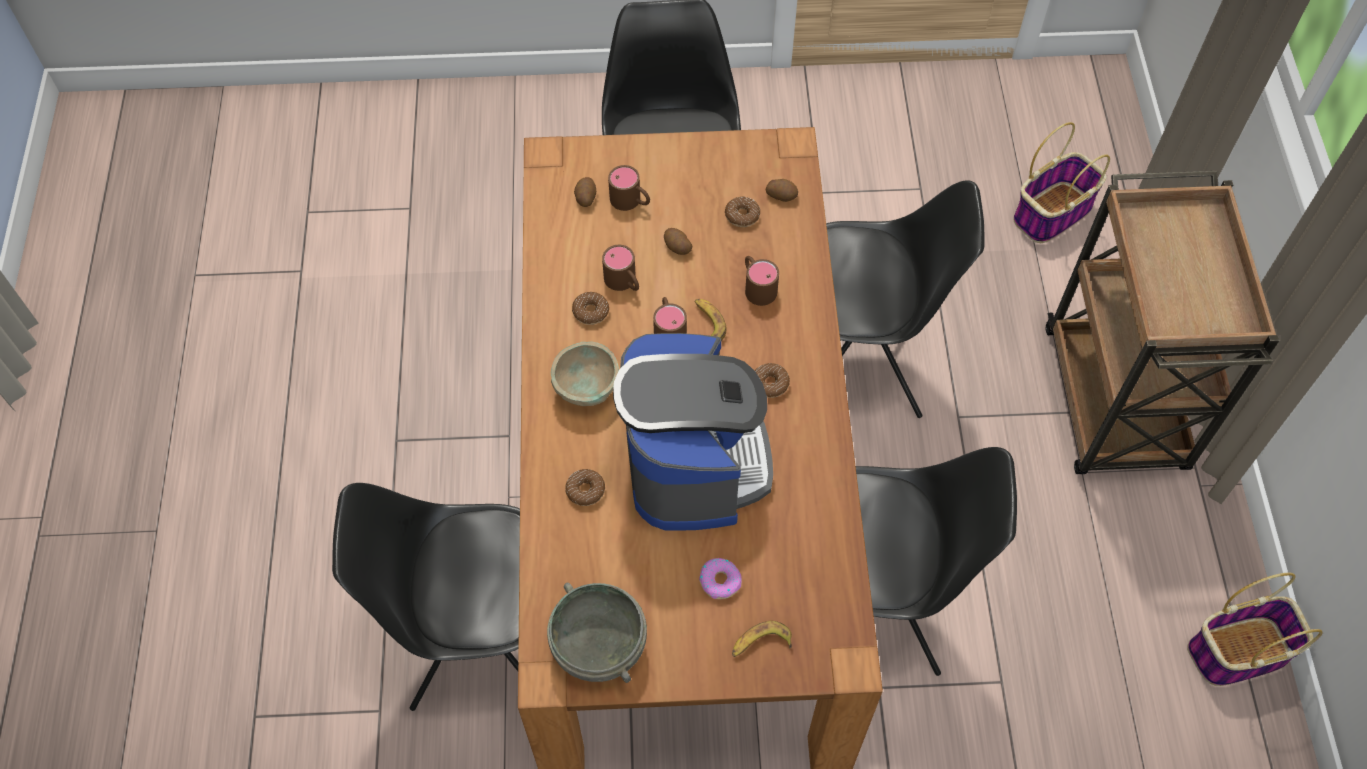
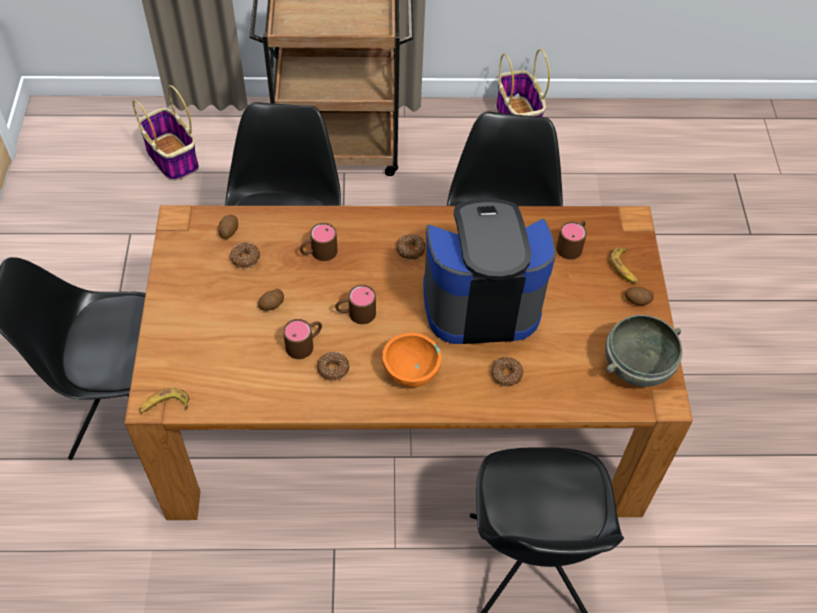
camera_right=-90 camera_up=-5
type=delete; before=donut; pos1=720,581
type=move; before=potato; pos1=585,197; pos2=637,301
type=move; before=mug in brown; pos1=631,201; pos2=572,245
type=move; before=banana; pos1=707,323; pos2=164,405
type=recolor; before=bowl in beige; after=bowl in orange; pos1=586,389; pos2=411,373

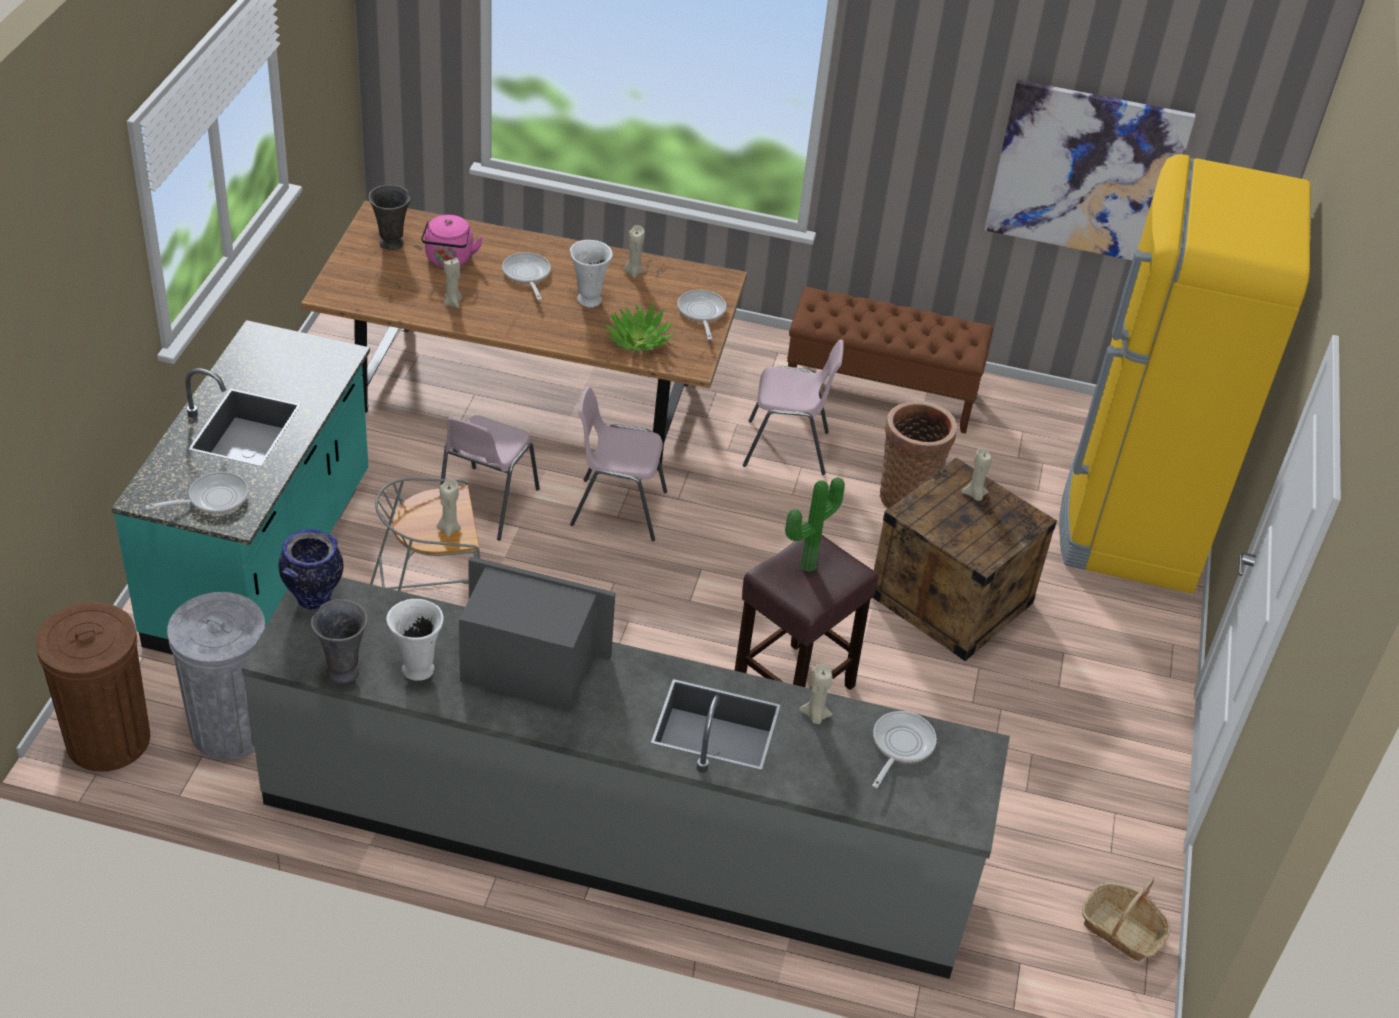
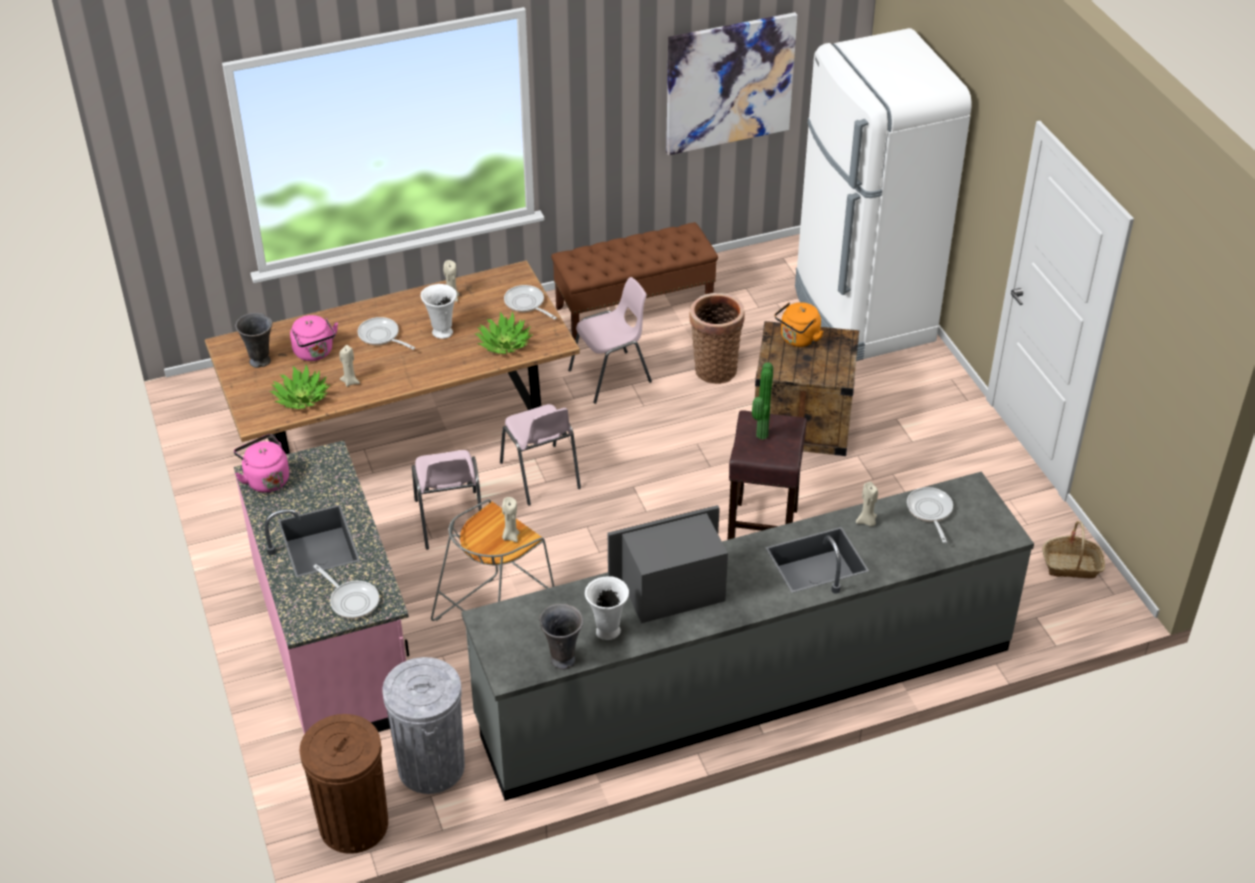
camera_right=-30 camera_up=0
type=delete; before=vase; pos1=314,598
type=insert; after=kettle in pink; pos2=265,479
type=insert; after=potted plant; pos2=301,398
type=replace; before=candle in beige; after=kettle in orange; pos1=975,495; pos2=798,339
type=recolor; before=counter in turquoise; after=counter in pink; pos1=264,561; pos2=335,645
type=recolor; before=fridge in yellow; after=fridge in white; pos1=1130,523; pos2=862,315
type=rotate; before=frying pan; pos1=213,499; pos2=352,600; turn=105
type=rotate; before=chair in pink; pos1=617,508; pos2=540,476; turn=-90

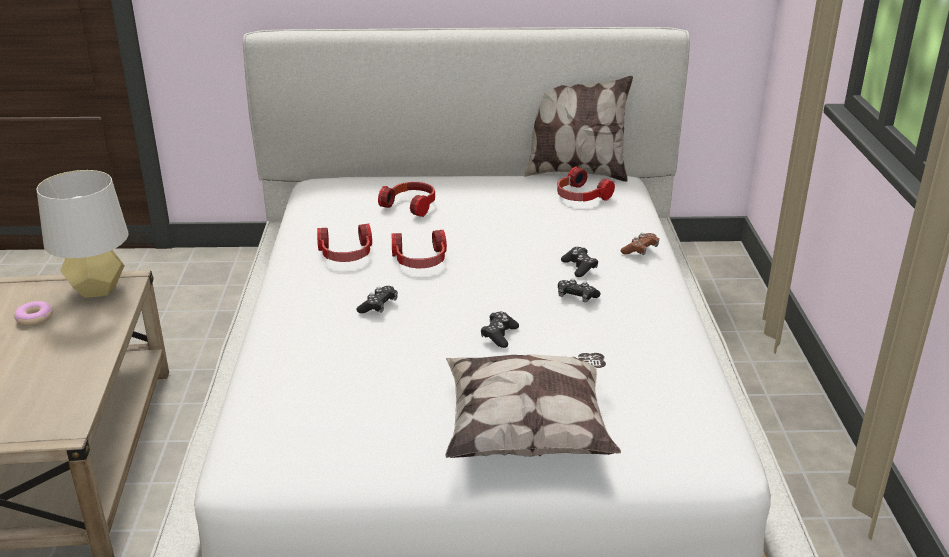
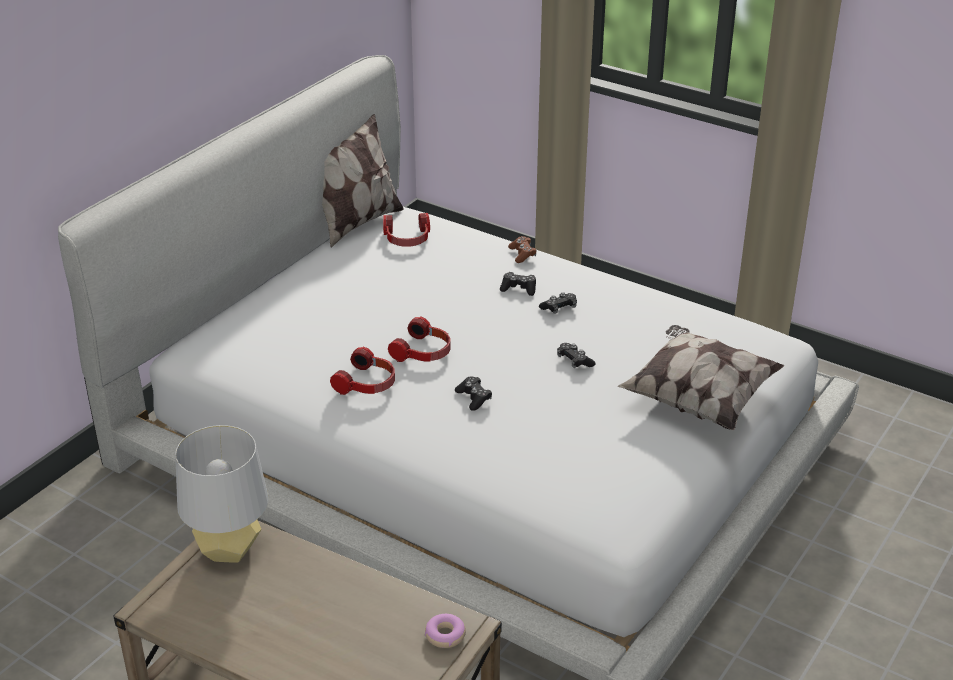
camera_right=-55 camera_up=5
type=delete; before=headphones; pos1=411,205
type=move; before=donut; pos1=34,318; pos2=445,635

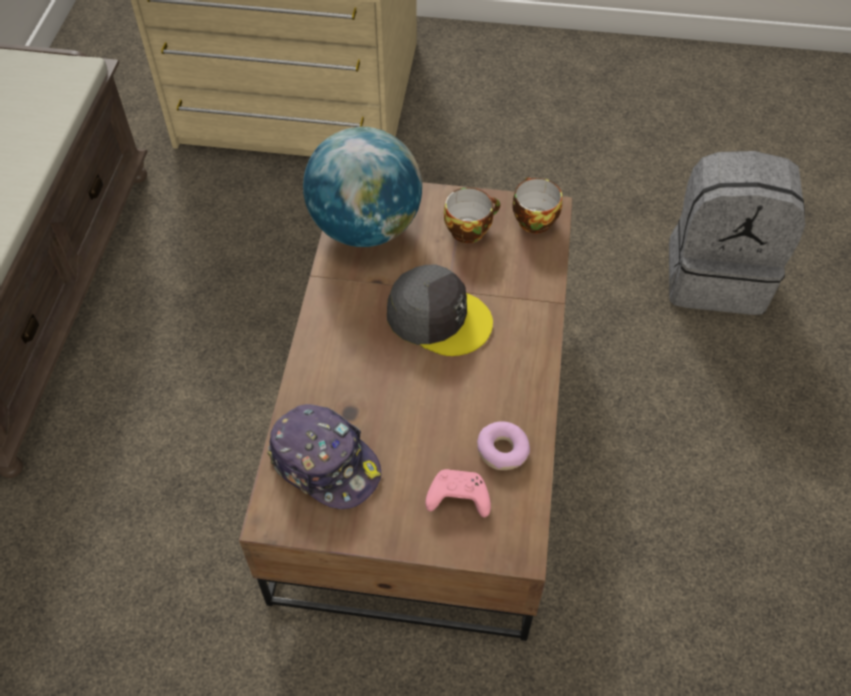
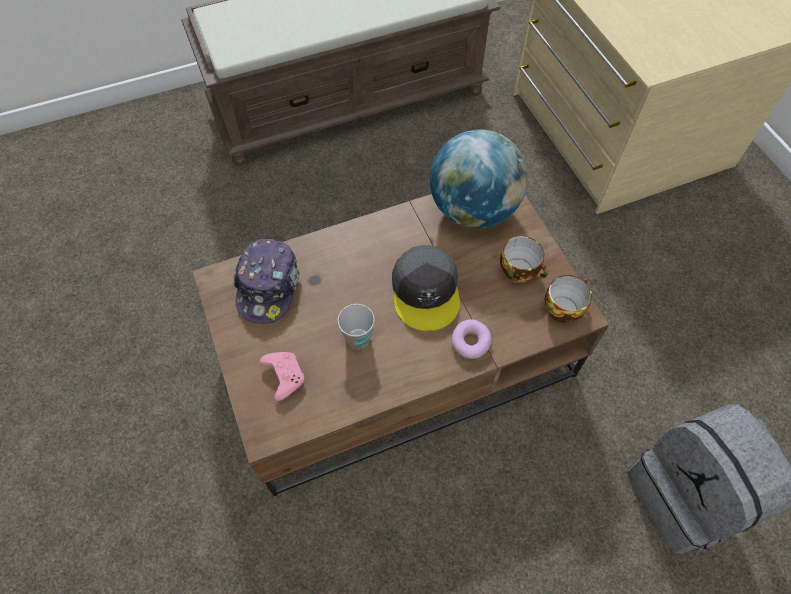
camera_right=60 camera_up=5
type=insert; after=cup; pos2=358,339
type=move; before=donut; pos1=502,450; pos2=470,342

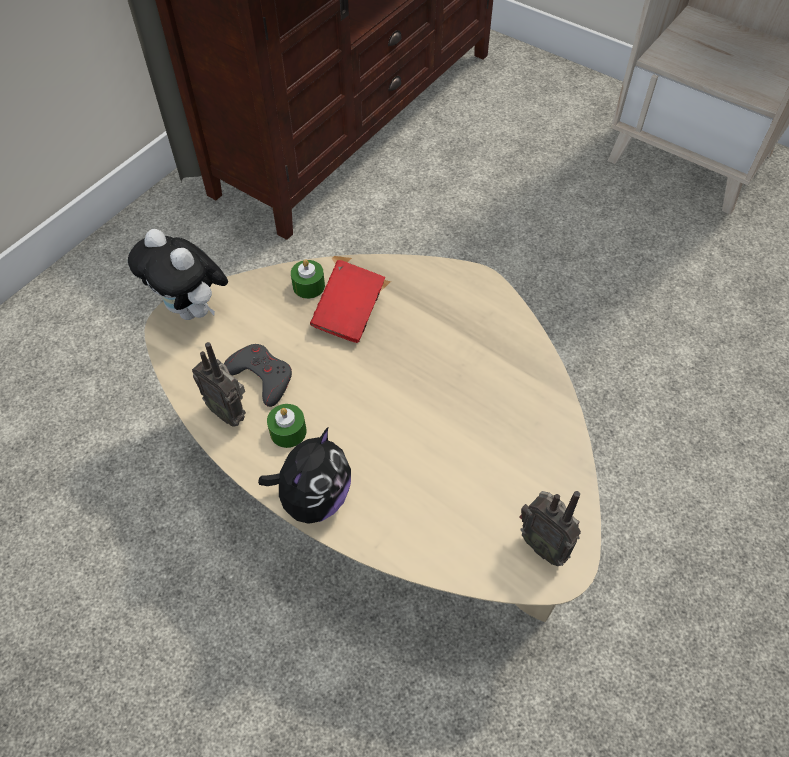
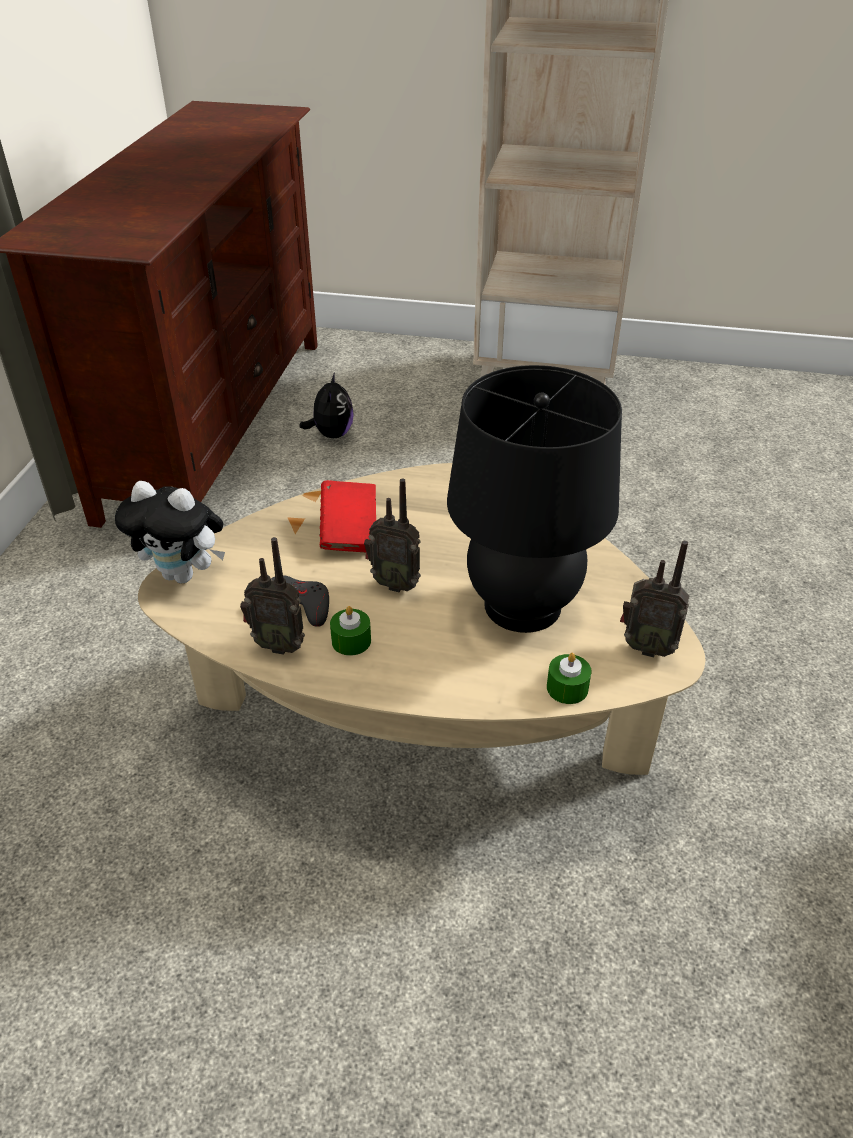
camera_right=-25 camera_up=-15
type=insert; after=radio; pos2=395,583
type=insert; after=table lamp in black; pos2=522,605
type=move; before=plush toy; pos1=313,497; pos2=331,434
type=move; before=candle in green; pos1=308,286; pos2=567,688

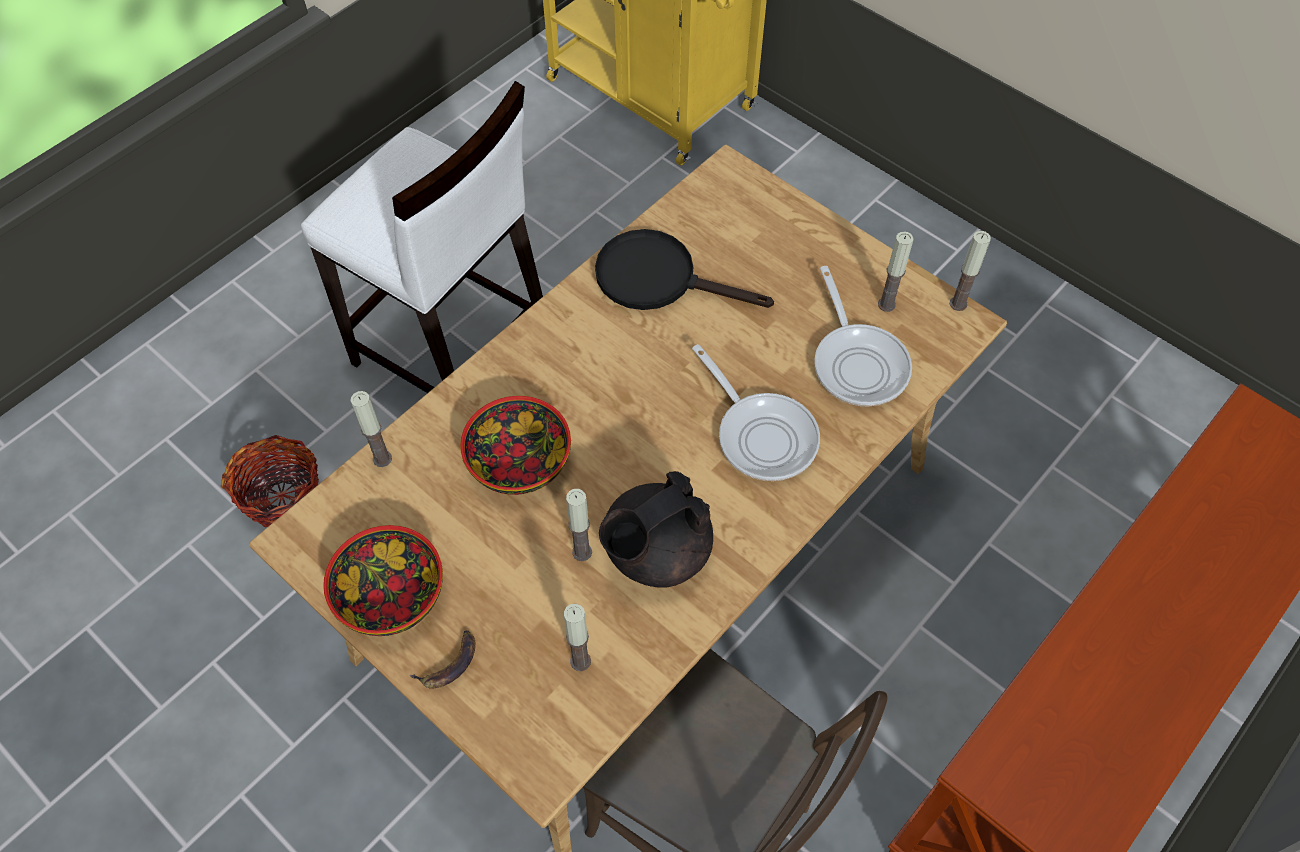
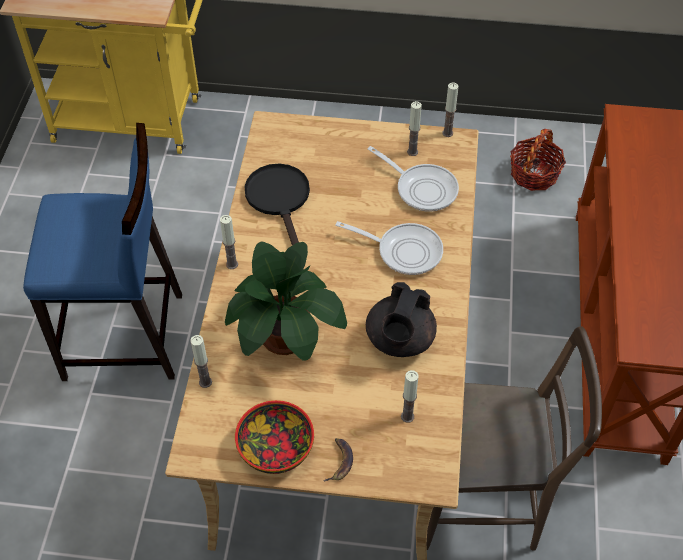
camera_right=-35 camera_up=-5
type=move; before=basket; pos1=281,494; pos2=534,174
type=move; before=candle; pos1=582,552; pos2=232,264
type=replace; before=bowl; after=potted plant; pos1=518,461; pos2=285,338
type=recolor; before=stool in white; after=stool in blue; pos1=453,353; pos2=125,337
type=rotate; before=frying pan in black; pos1=659,278; pos2=280,200; turn=90

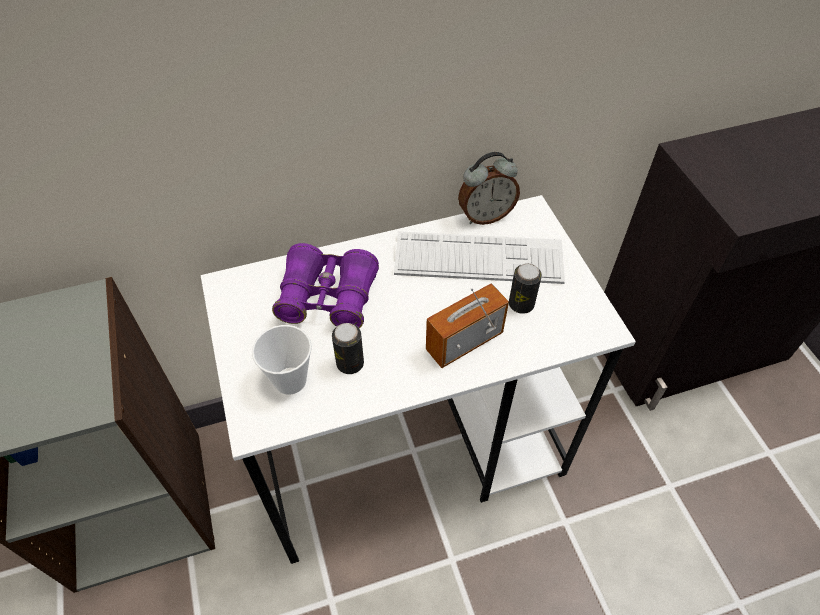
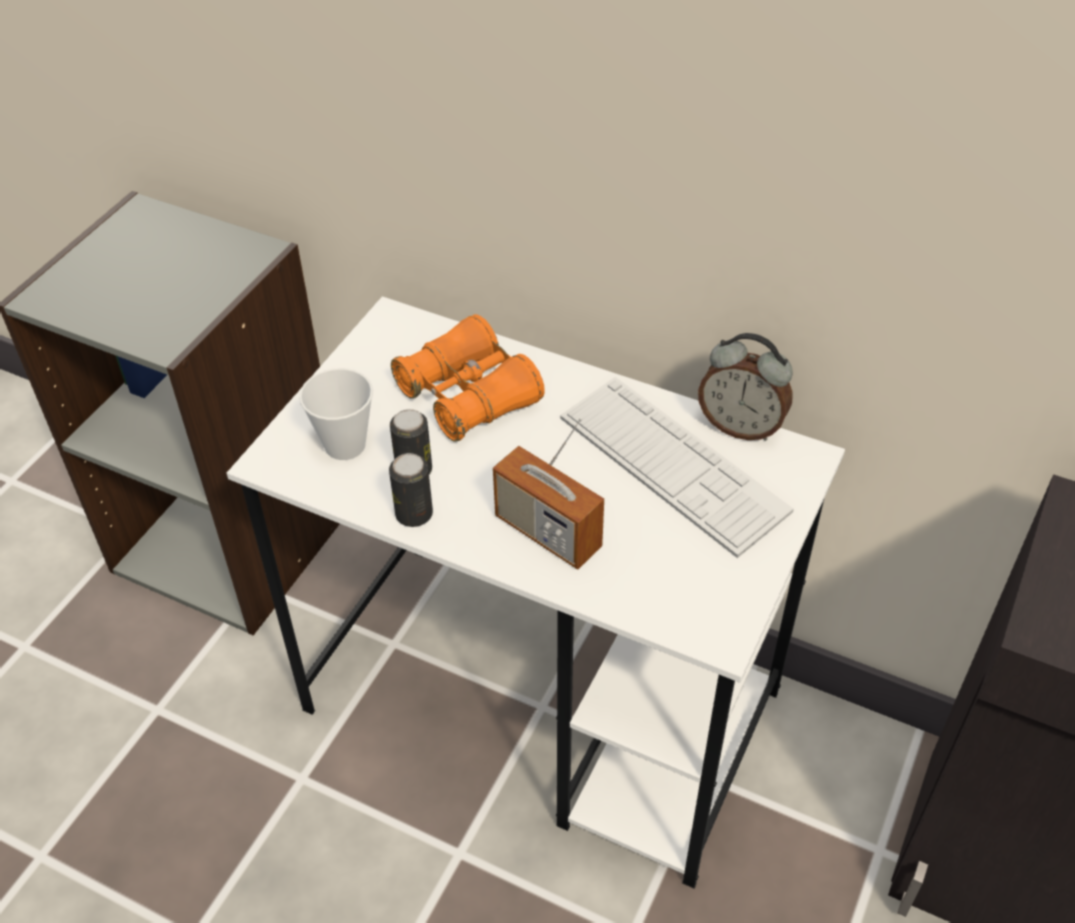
camera_right=45 camera_up=-5
type=move; before=can; pos1=521,304; pos2=414,514
type=recolor; before=binoculars in purple; after=binoculars in orange; pos1=327,298; pos2=468,395
type=rotate; before=radio; pos1=464,342; pos2=548,533; turn=-150

